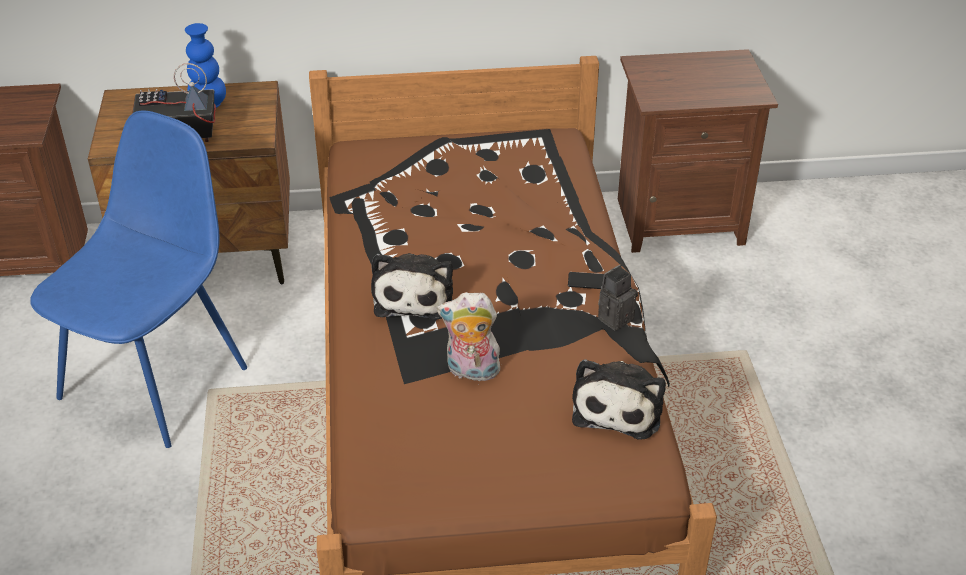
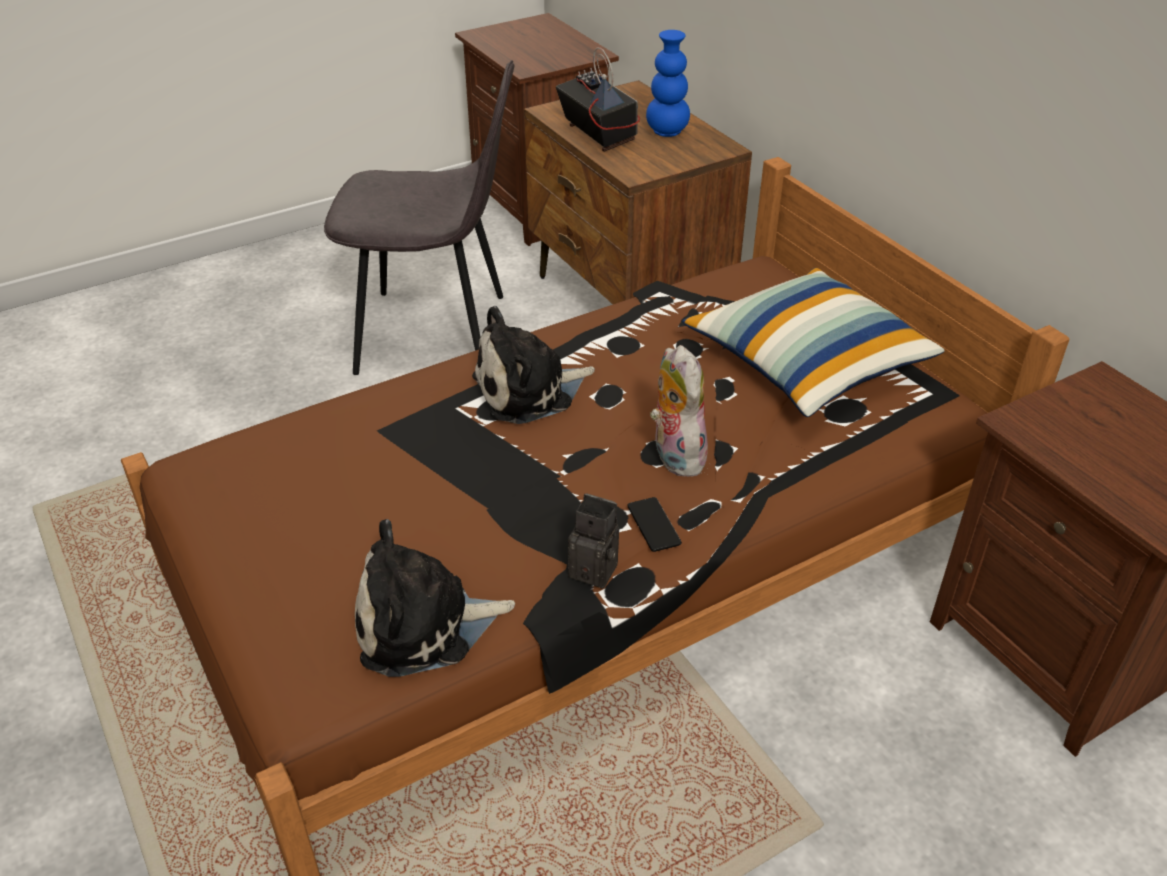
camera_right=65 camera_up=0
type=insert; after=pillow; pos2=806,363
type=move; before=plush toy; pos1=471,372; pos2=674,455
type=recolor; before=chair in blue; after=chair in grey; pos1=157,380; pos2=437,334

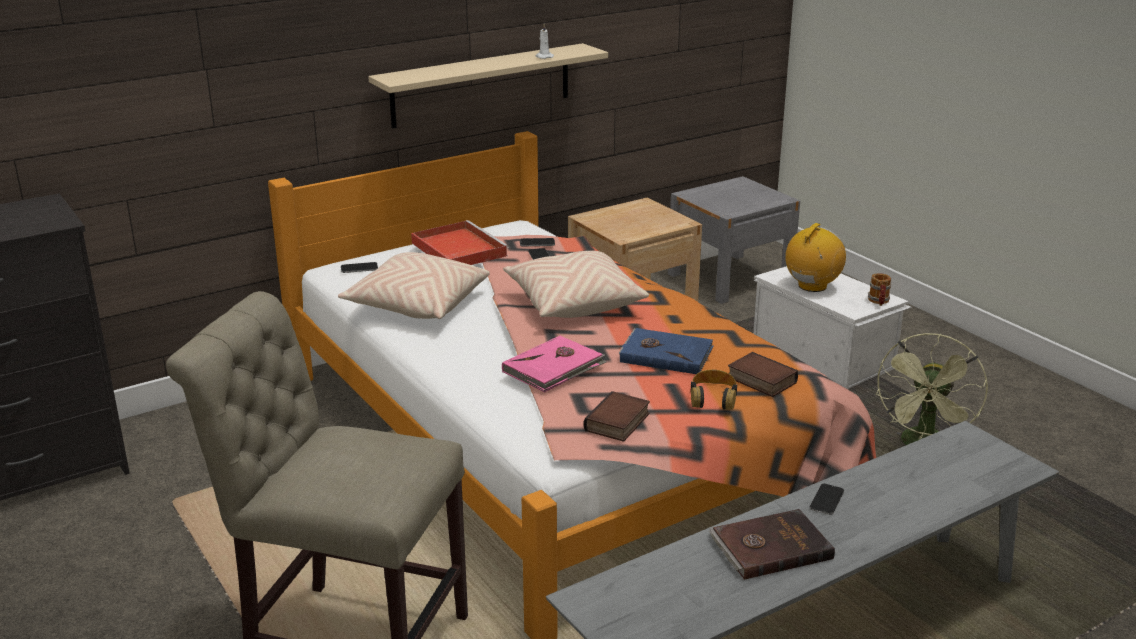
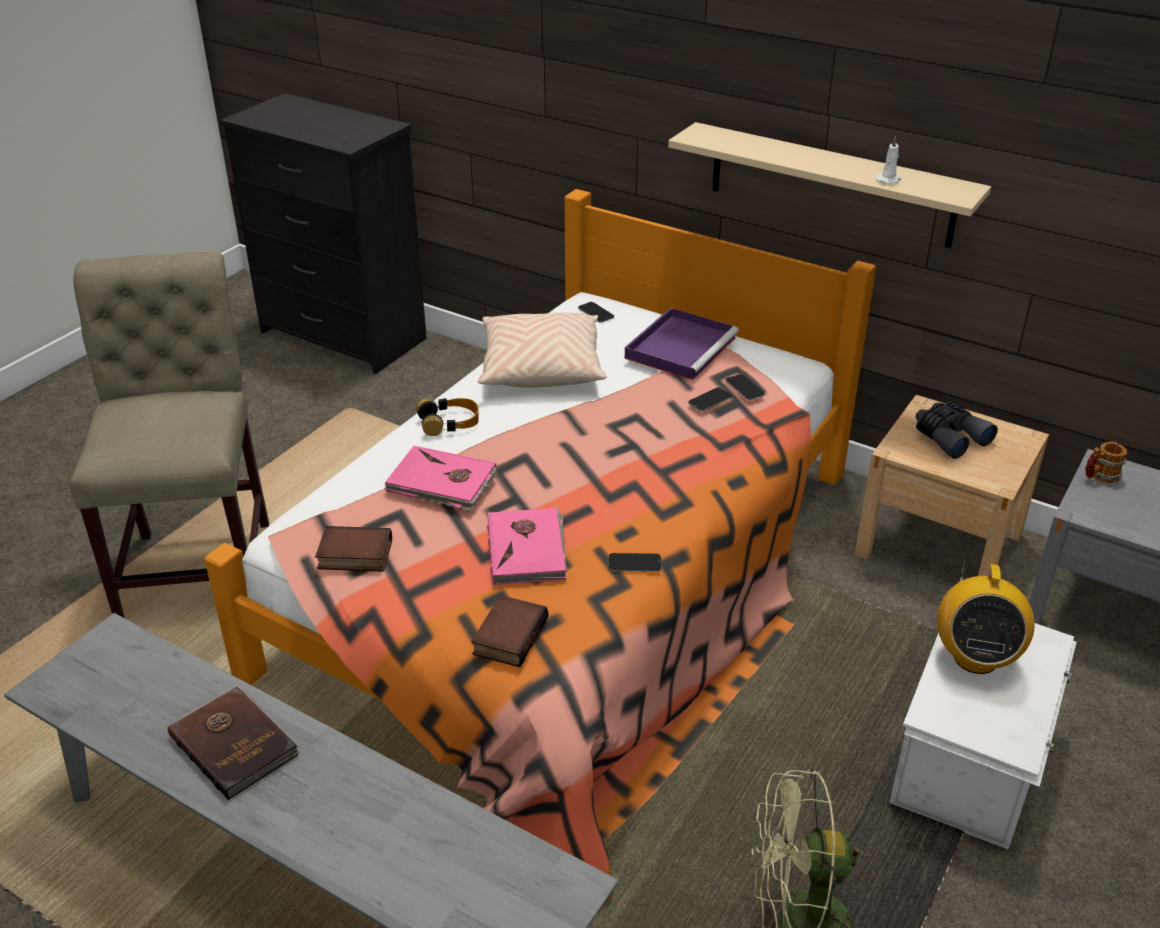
camera_right=65 camera_up=10
type=delete; before=pillow in beige; pos1=573,302
type=insert; after=binoculars in grey; pos2=949,436
type=move; before=headphones; pos1=713,397; pos2=449,422
type=move; before=phone; pos1=826,500; pos2=634,563
type=move; before=mug; pos1=879,302; pos2=1100,476
type=recolor; before=tray in red; after=tray in purple; pos1=457,249; pos2=681,347
type=recolor; before=book in blue; after=book in pink; pos1=665,354; pos2=528,549
type=rotate; before=radio; pos1=812,286; pos2=975,657; turn=90

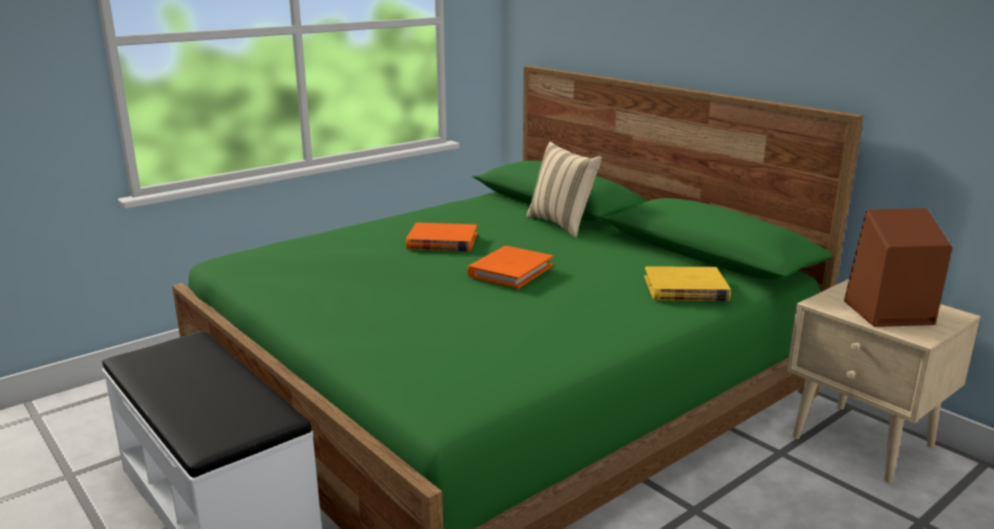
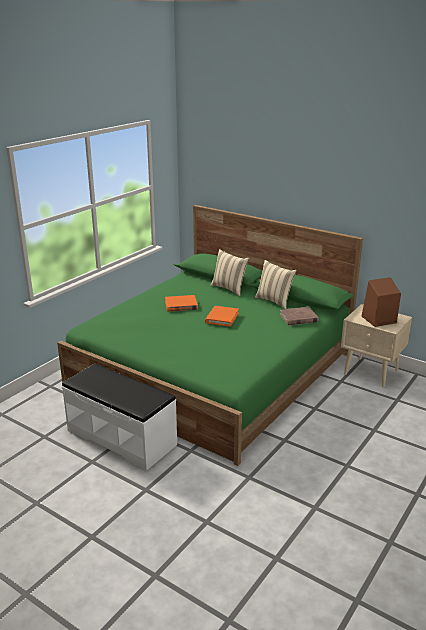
camera_right=-15 camera_up=5
type=insert; after=pillow in beige; pos2=274,301
type=recolor; before=book in yellow; after=book in brown; pos1=685,289; pos2=298,318

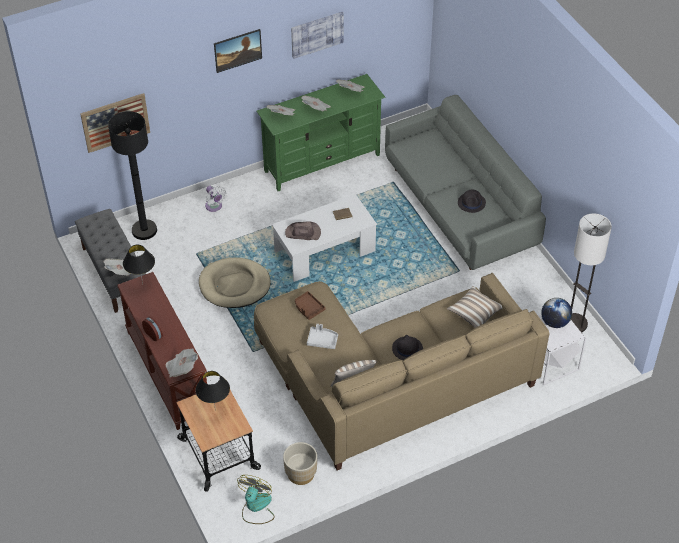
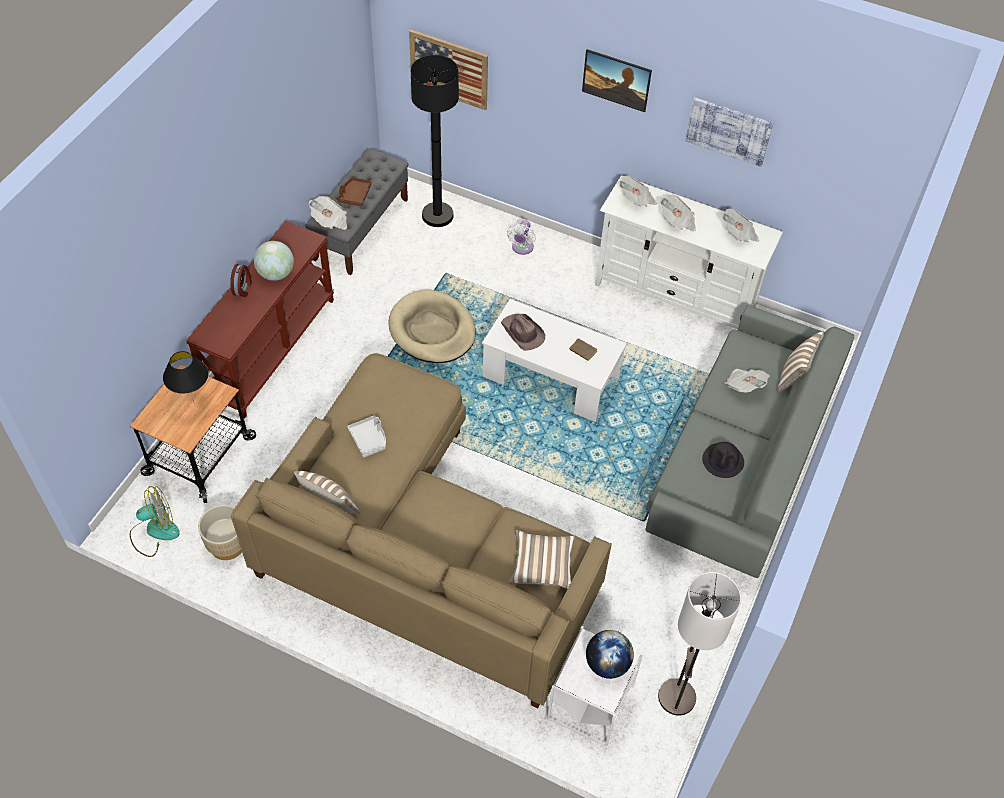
camera_right=50 camera_up=5
type=delete; before=table lamp in black; pos1=142,284
type=delete; before=hat in black; pos1=407,349
type=insert; after=globe; pos2=276,274
type=insert; after=pillow; pos2=794,378
type=move; before=newspaper; pos1=181,368; pos2=744,386
type=move; before=tray in brown; pos1=308,308; pos2=354,195
type=recolor; before=tv stand in green; after=tv stand in white; pos1=322,162; pos2=675,296

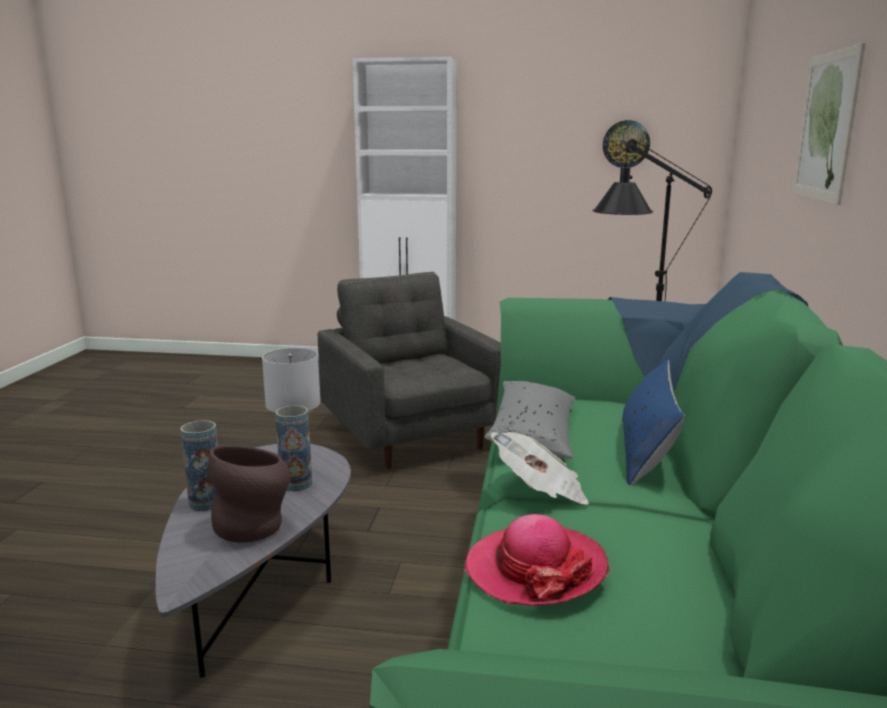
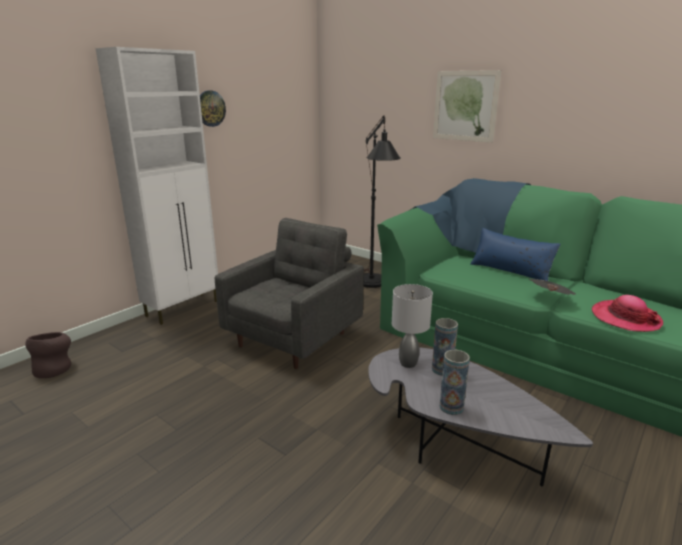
camera_right=-60 camera_up=5
type=delete; before=pillow in grey; pos1=533,434
type=move; before=vase in brown; pos1=254,525; pos2=54,368
type=move; before=wall clock; pos1=626,144; pos2=210,108
type=rotate; before=armchair in grey; pos1=412,436; pos2=295,338; turn=120

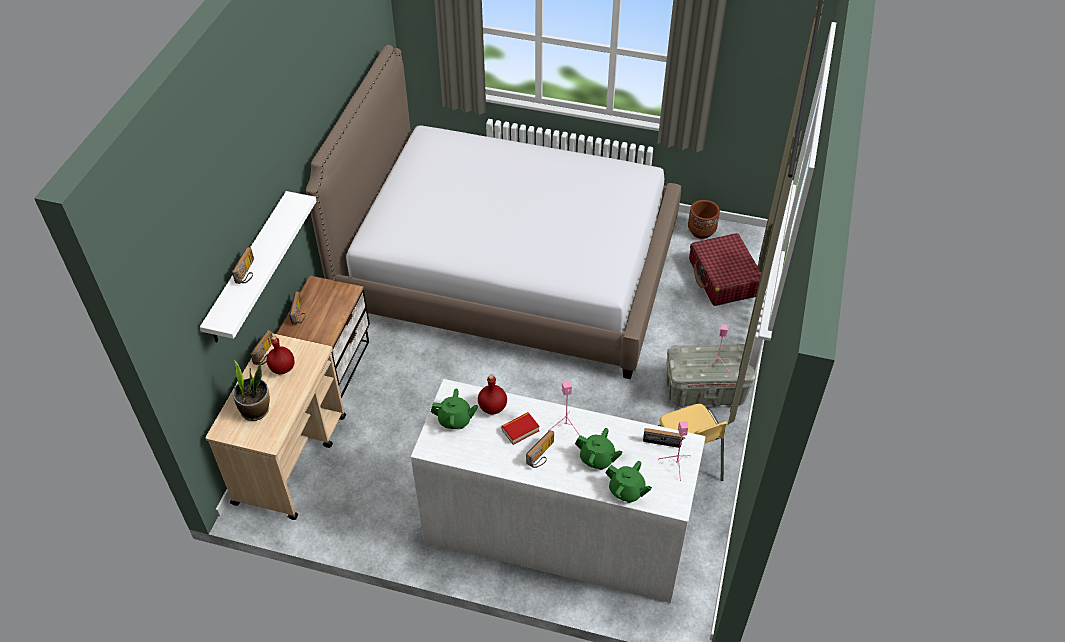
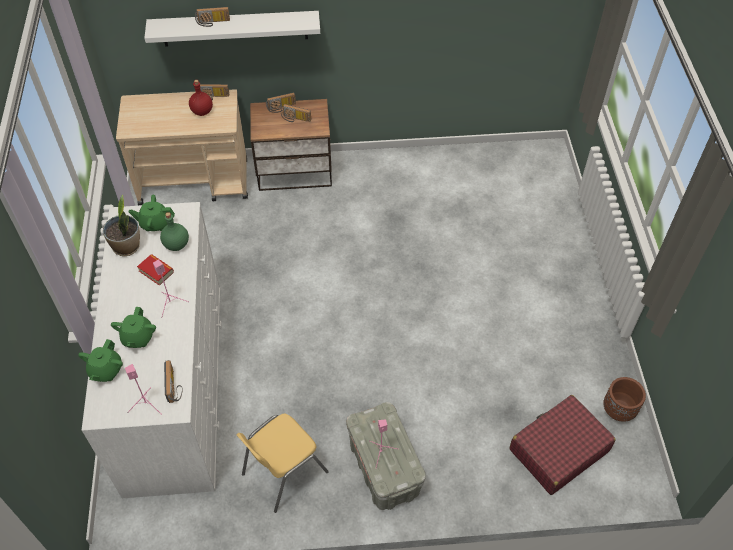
camera_right=70 camera_up=5
type=delete; before=bed; pos1=509,271
type=move; before=potted plant; pos1=256,410; pos2=127,246
type=move; before=radio; pos1=542,455; pos2=295,119
type=recolor; before=bottle in red; after=bottle in green; pos1=492,407; pos2=176,244
type=rotate; before=teapot in green; pos1=455,420; pos2=155,223; turn=105

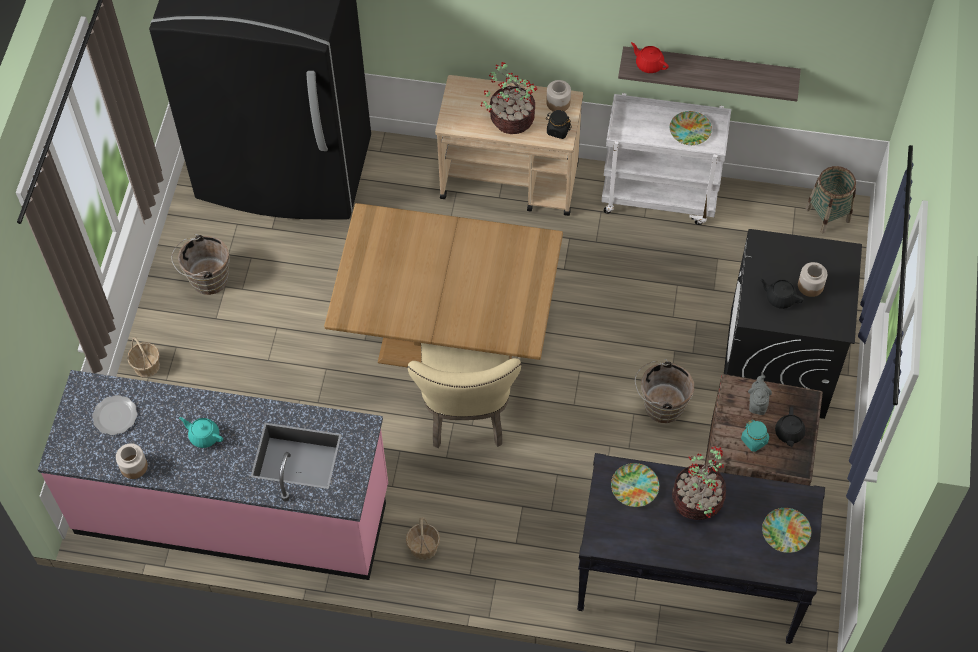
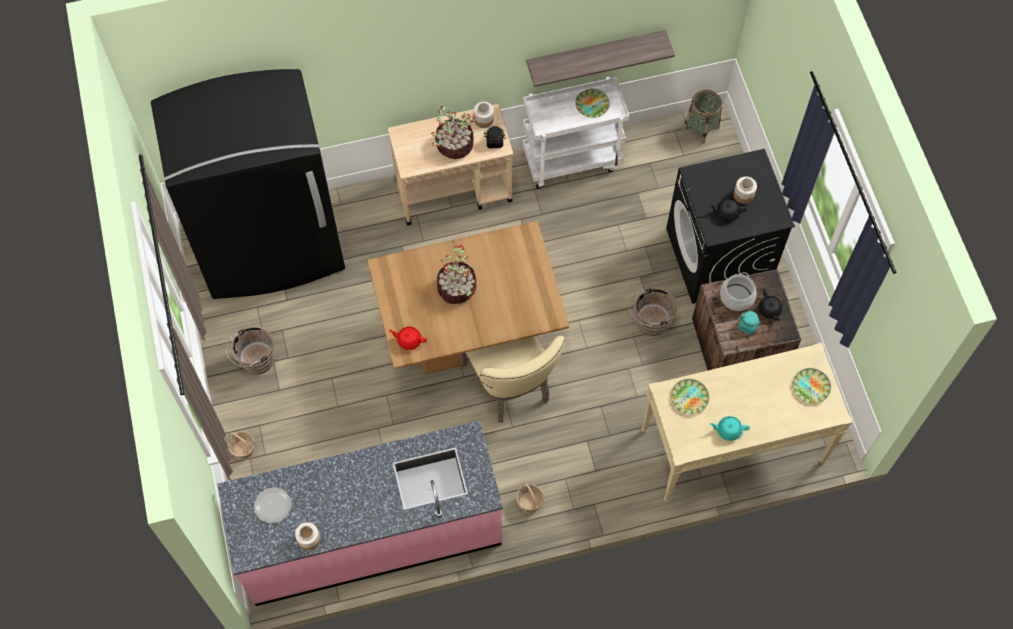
camera_right=-25 camera_up=5
type=move; before=teapot in turquoise; pos1=204,436; pos2=728,430
type=move; before=teapot in red; pos1=649,64; pos2=409,340
type=move; before=potted plant; pos1=697,501; pos2=457,289
type=replace; before=teapot in grey; after=cooking pot; pos1=757,404; pos2=737,297
type=recolor; before=console table in black; after=console table in beige; pos1=688,580; pos2=732,446

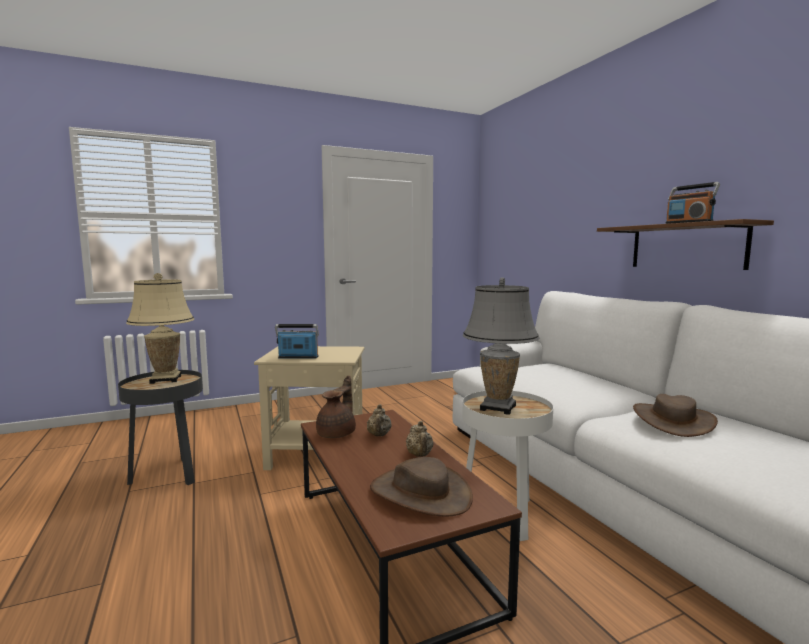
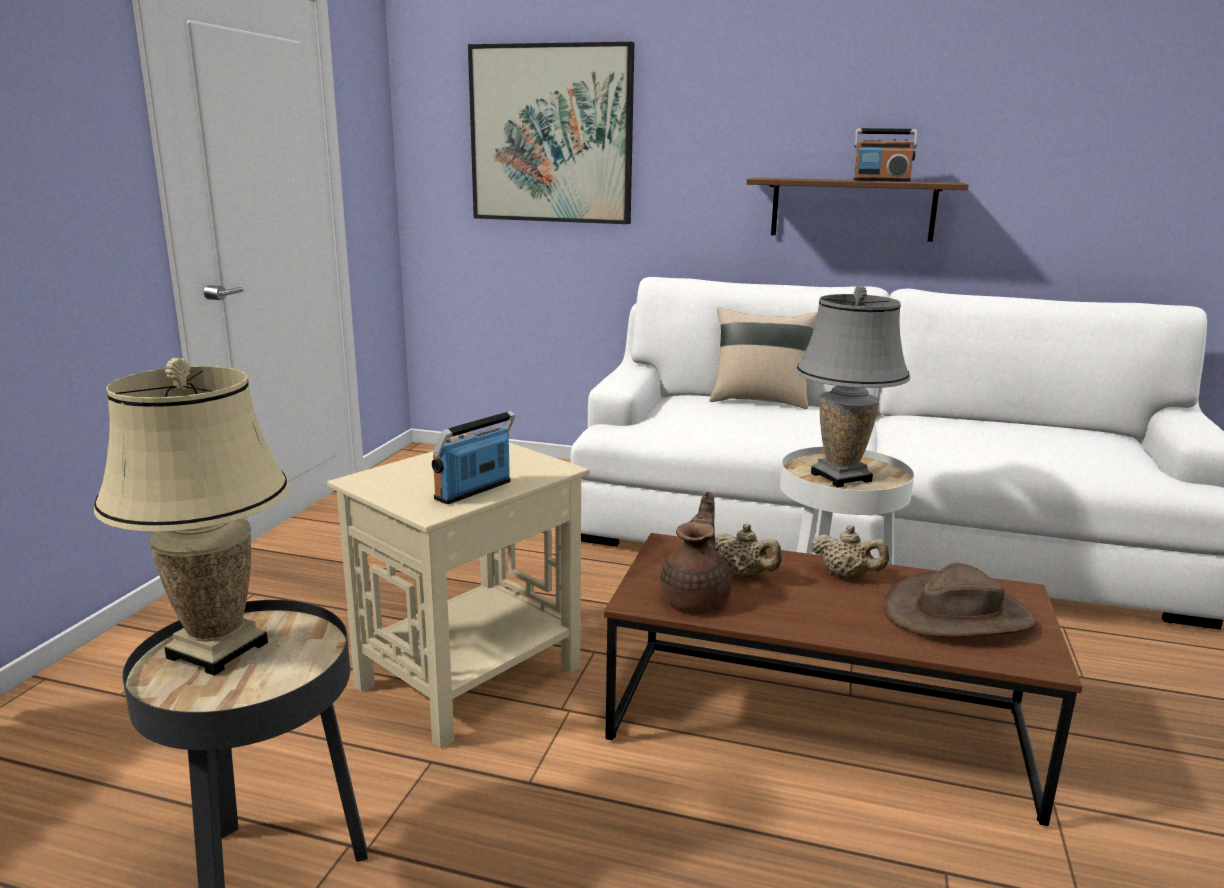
camera_right=-50 camera_up=10
type=delete; before=hat in brown; pos1=672,421
type=insert; after=picture; pos2=551,135
type=insert; after=pillow in beige; pos2=759,401
type=rotate; before=teapot in brown; pos1=337,433; pos2=696,598; turn=45

